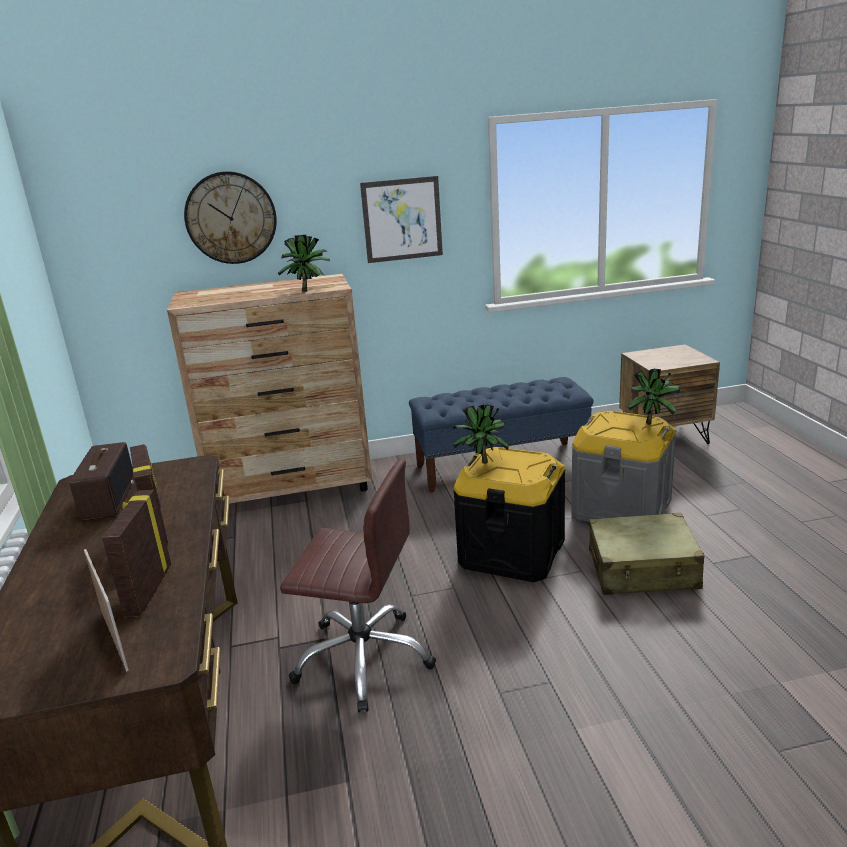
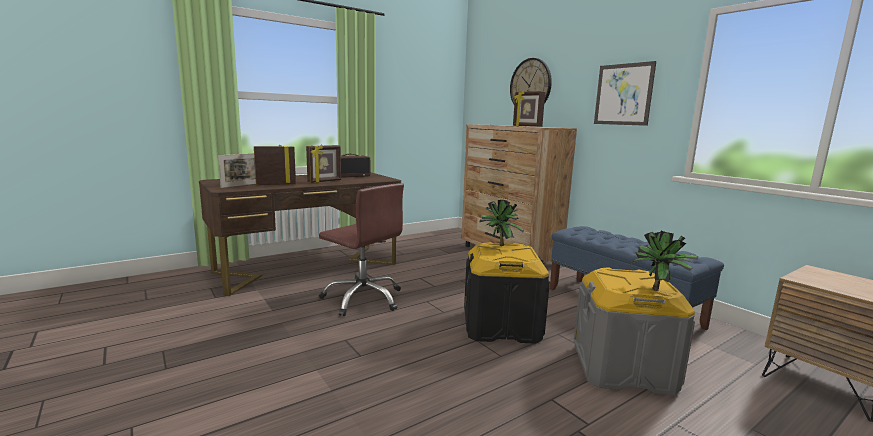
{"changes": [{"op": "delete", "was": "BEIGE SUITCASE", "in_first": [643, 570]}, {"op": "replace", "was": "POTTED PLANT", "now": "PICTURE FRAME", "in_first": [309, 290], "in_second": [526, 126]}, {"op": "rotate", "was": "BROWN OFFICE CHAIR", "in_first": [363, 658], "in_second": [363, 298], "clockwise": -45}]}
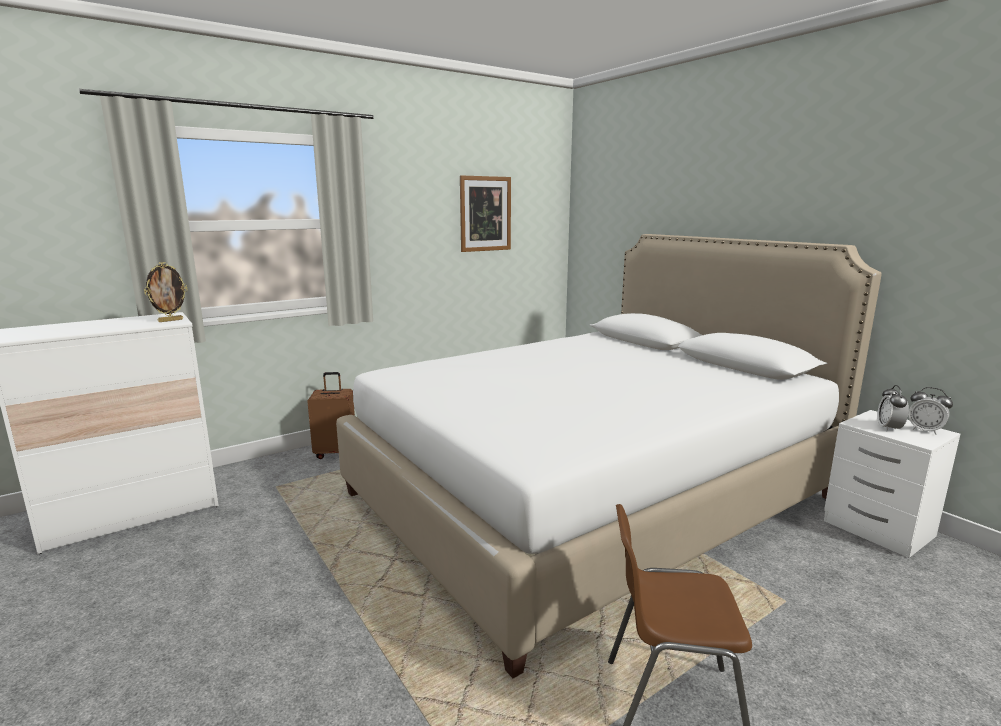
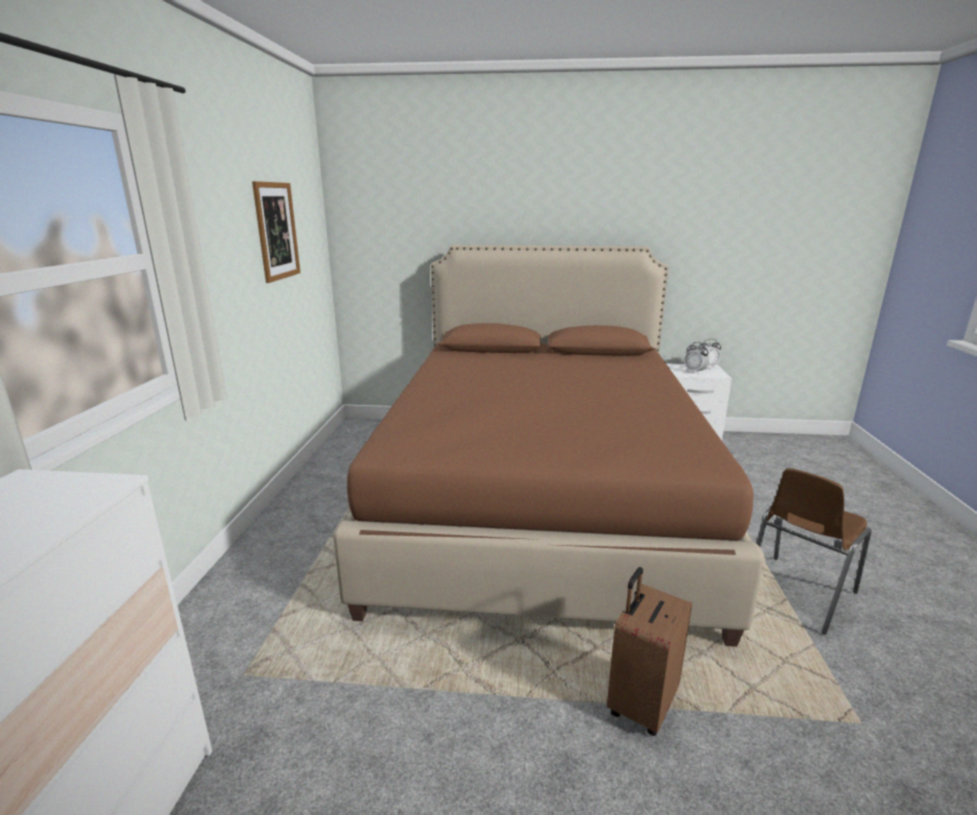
{"changes": [{"op": "delete", "was": "PICTURE FRAME", "in_first": [170, 320]}, {"op": "move", "was": "BROWN SUITCASE", "in_first": [336, 453], "in_second": [640, 703]}, {"op": "recolor", "was": "WHITE BED", "now": "BROWN BED", "in_first": [589, 496], "in_second": [540, 499]}]}
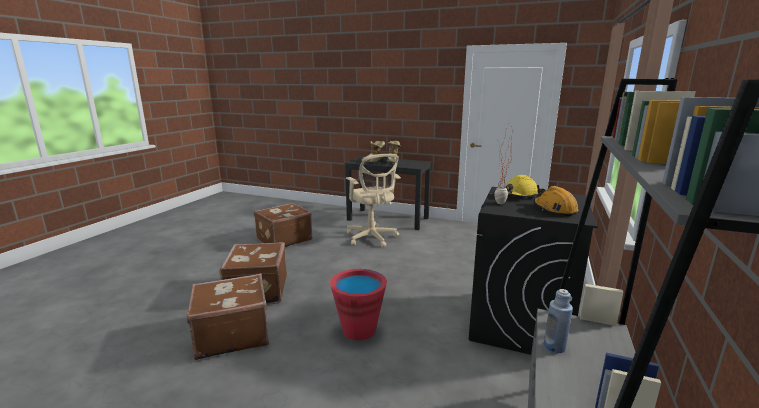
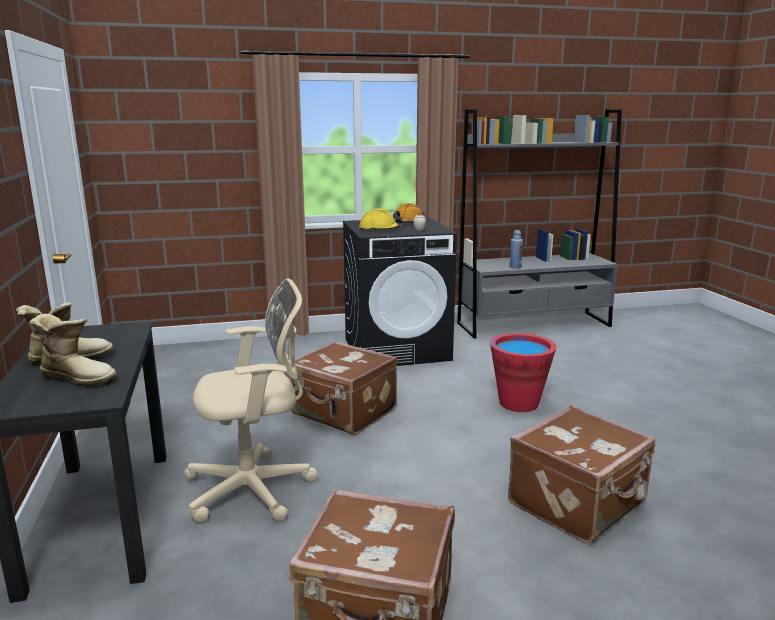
{"changes": [{"op": "move", "was": "BROWN SUITCASE", "in_first": [232, 334], "in_second": [343, 413]}, {"op": "rotate", "was": "BEIGE OFFICE CHAIR", "in_first": [372, 238], "in_second": [255, 489], "clockwise": 45}]}
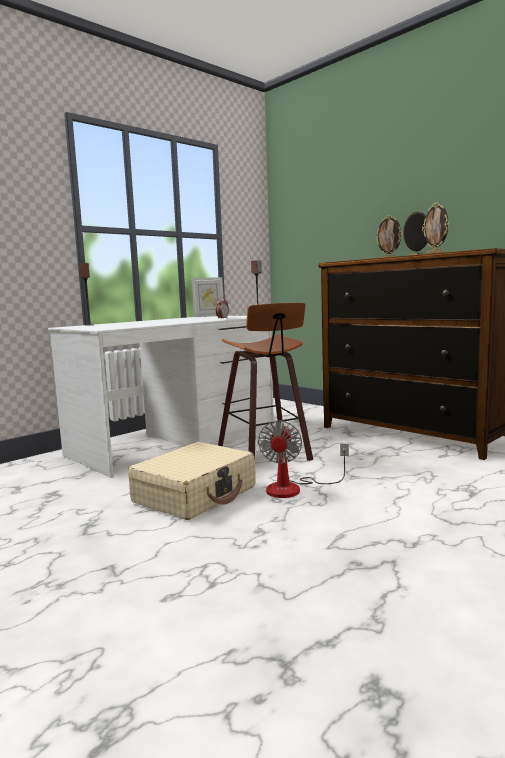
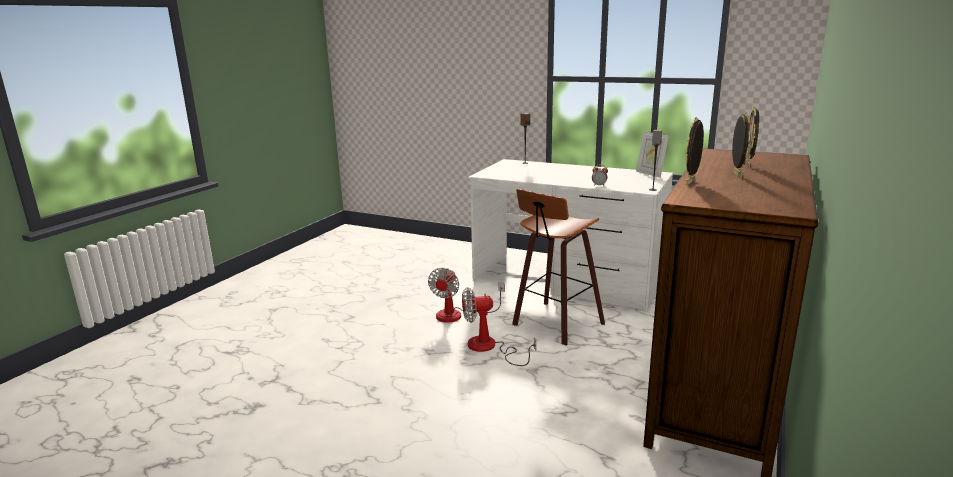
{"changes": [{"op": "replace", "was": "BEIGE SUITCASE", "now": "FAN", "in_first": [195, 494], "in_second": [458, 314]}]}
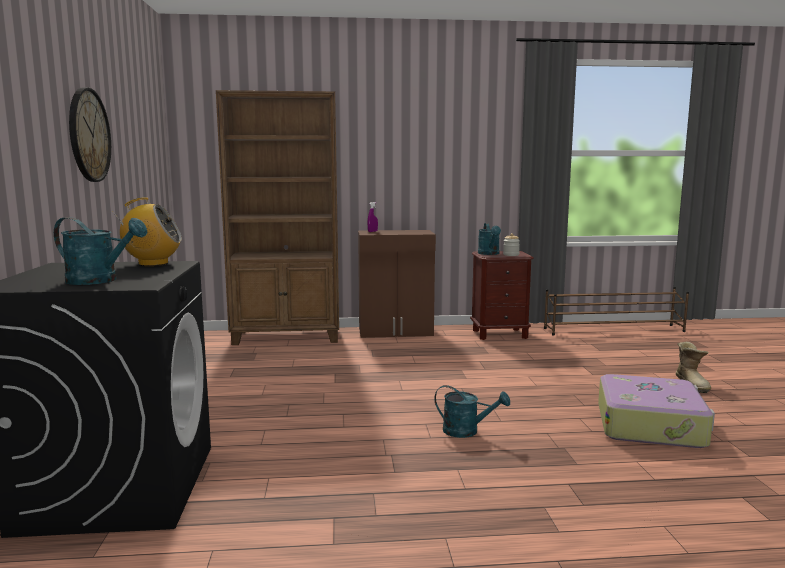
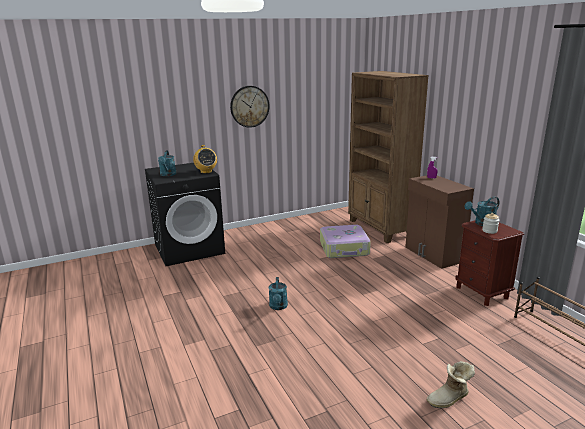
{"changes": [{"op": "move", "was": "SUITCASE", "in_first": [651, 425], "in_second": [344, 248]}]}
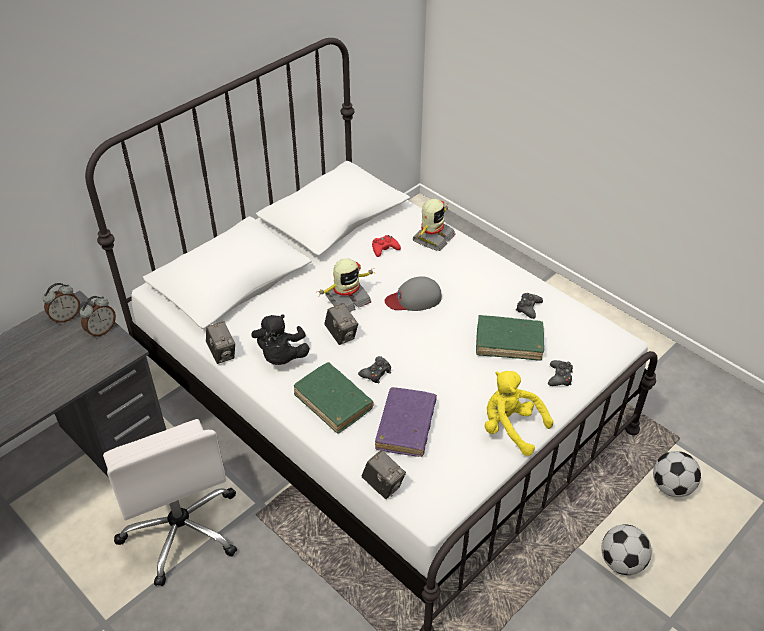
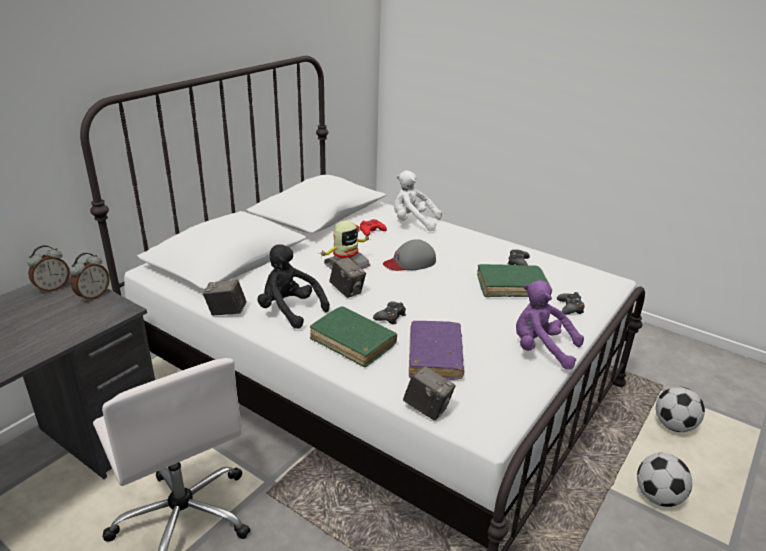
{"changes": [{"op": "replace", "was": "TOY ROBOT", "now": "WHITE PLUSH TOY", "in_first": [432, 238], "in_second": [413, 222]}, {"op": "recolor", "was": "YELLOW PLUSH TOY", "now": "PURPLE PLUSH TOY", "in_first": [510, 428], "in_second": [541, 349]}, {"op": "rotate", "was": "PHOTO CAMERA", "in_first": [222, 353], "in_second": [226, 312], "clockwise": 135}, {"op": "rotate", "was": "BLACK PLUSH TOY", "in_first": [281, 356], "in_second": [289, 310], "clockwise": 135}]}
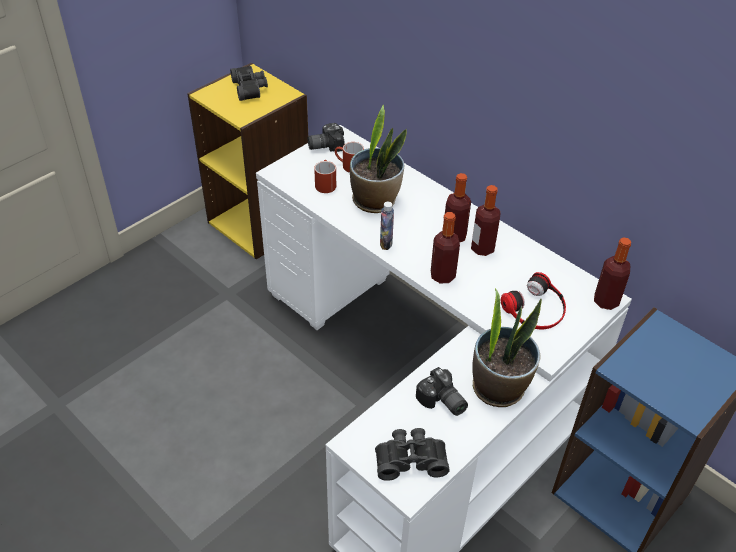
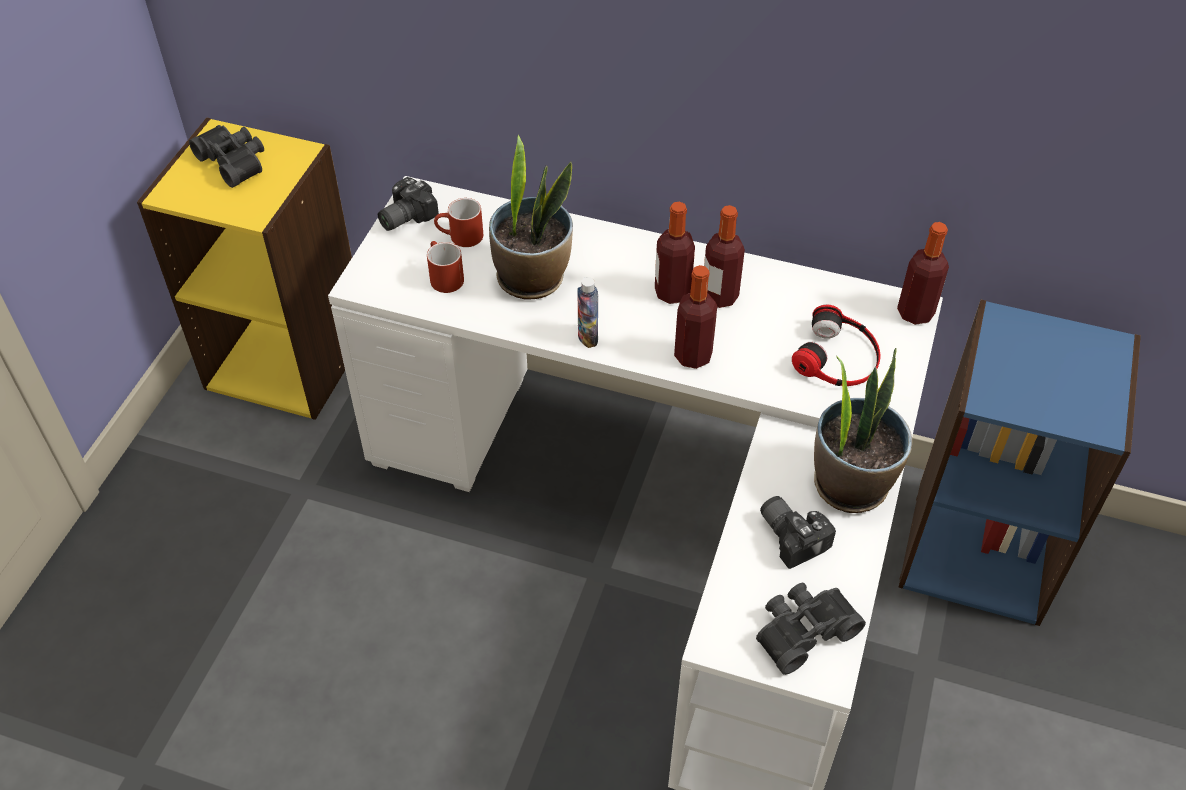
{"changes": [{"op": "rotate", "was": "PHOTO CAMERA", "in_first": [441, 402], "in_second": [793, 535], "clockwise": -150}]}
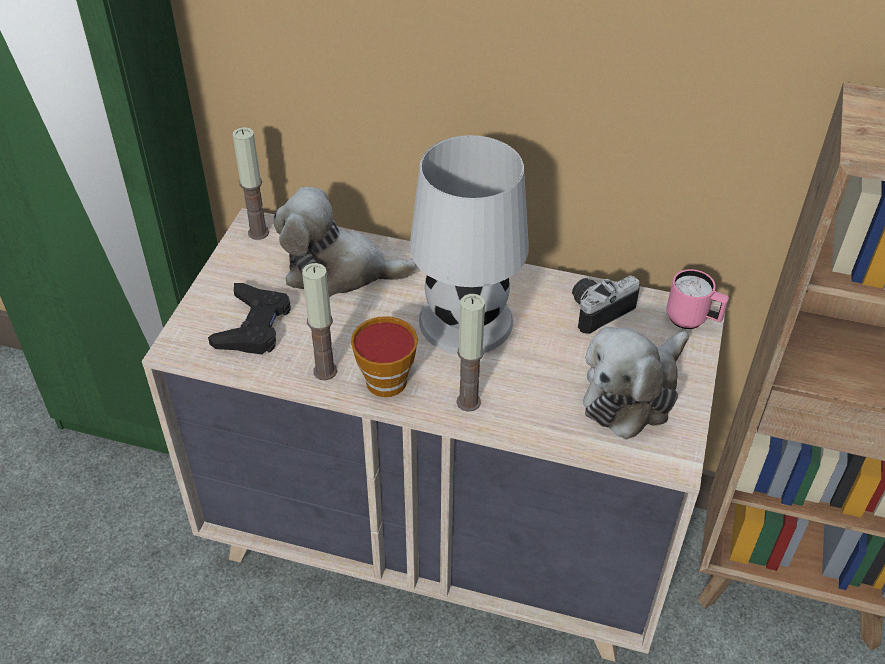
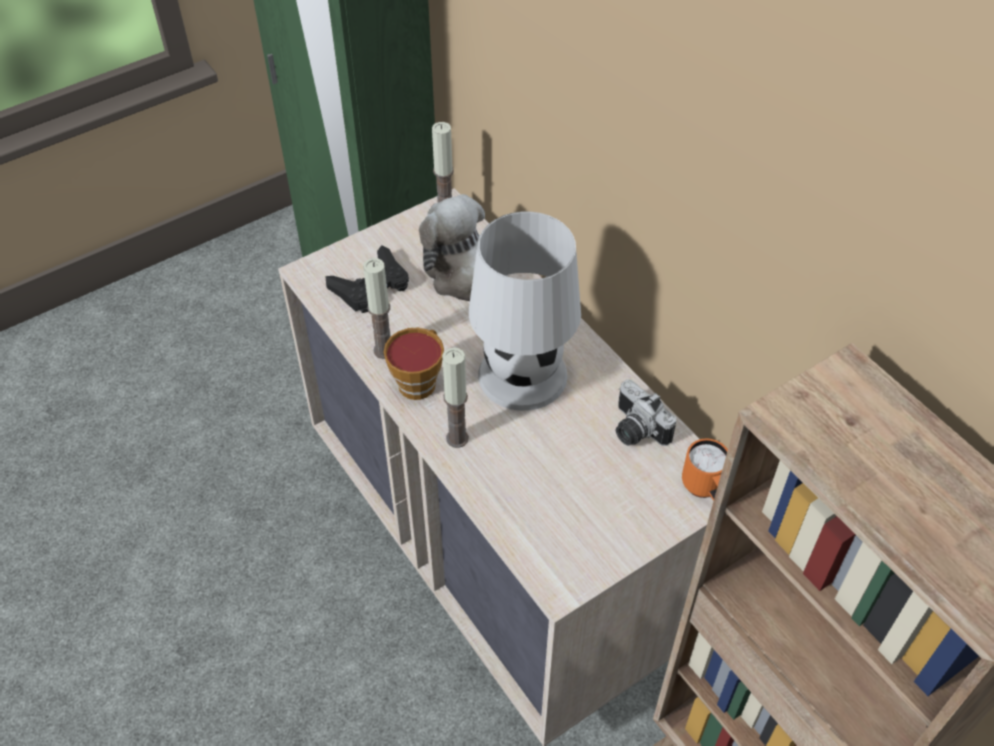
{"changes": [{"op": "delete", "was": "PLUSH TOY", "in_first": [632, 393]}, {"op": "recolor", "was": "PINK MUG", "now": "ORANGE MUG", "in_first": [692, 320], "in_second": [705, 490]}, {"op": "rotate", "was": "PHOTO CAMERA", "in_first": [597, 309], "in_second": [635, 430], "clockwise": -135}]}
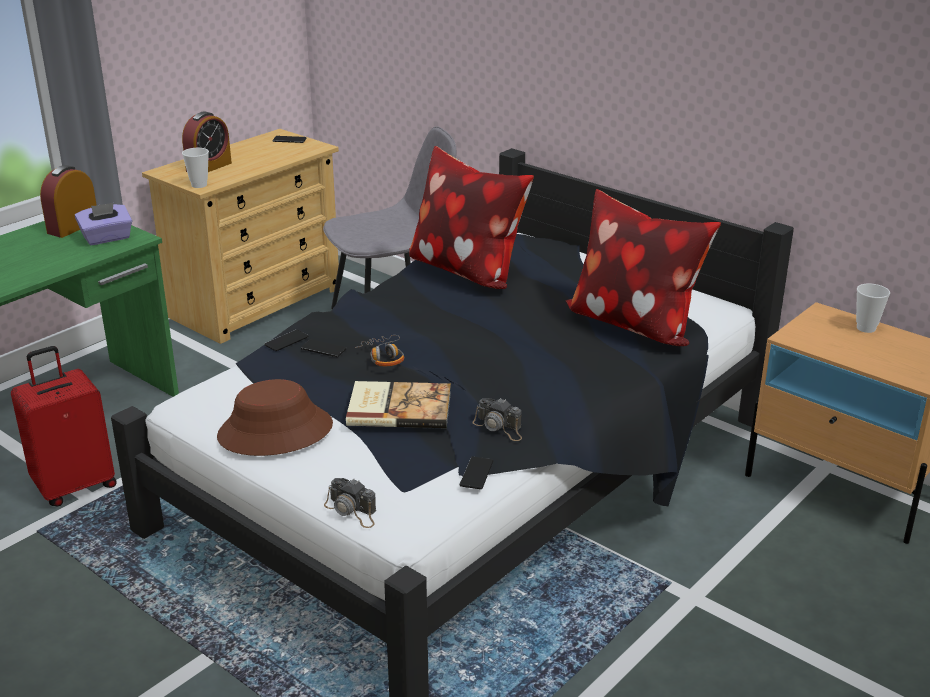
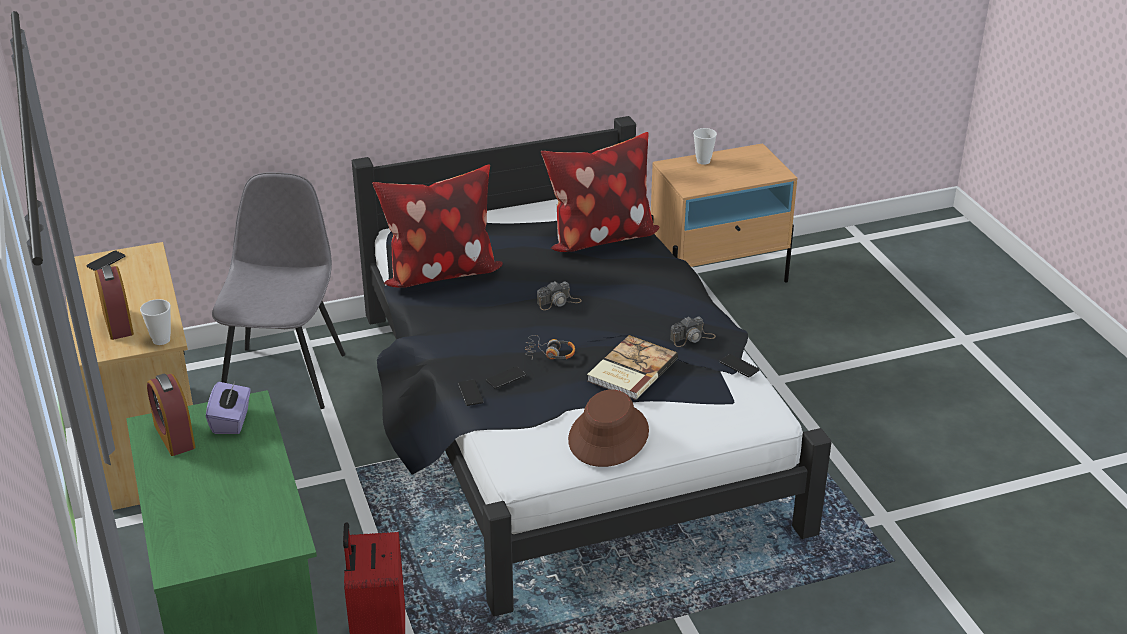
{"changes": [{"op": "move", "was": "PHOTO CAMERA", "in_first": [352, 511], "in_second": [559, 302]}]}
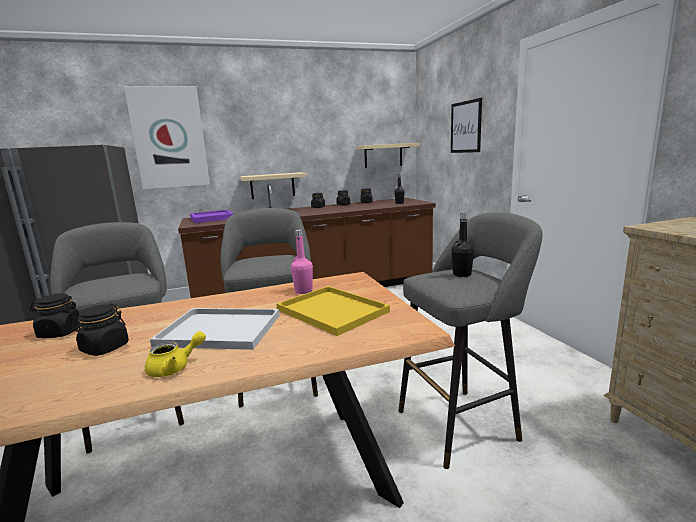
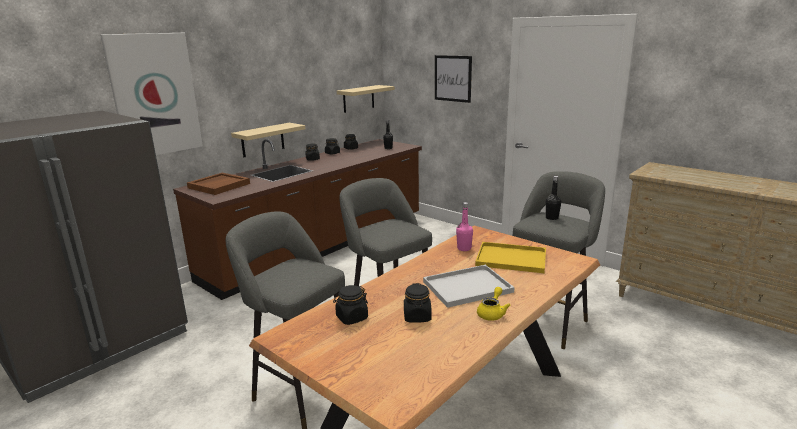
{"changes": [{"op": "recolor", "was": "PURPLE TRAY", "now": "BROWN TRAY", "in_first": [212, 218], "in_second": [219, 185]}]}
